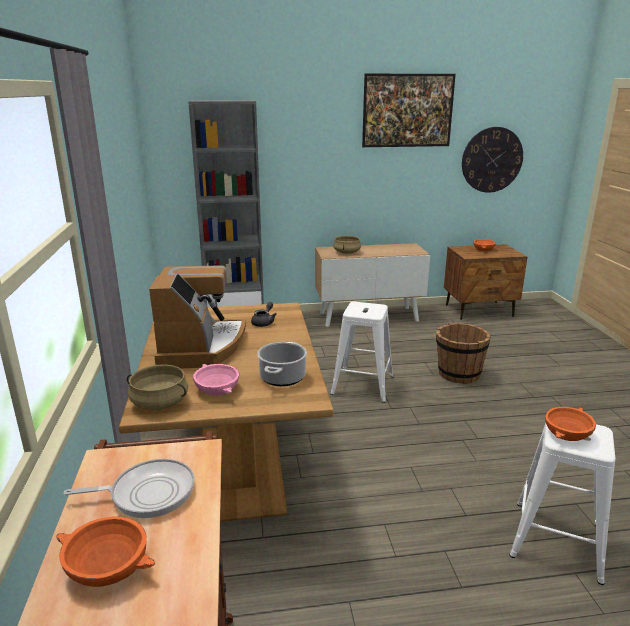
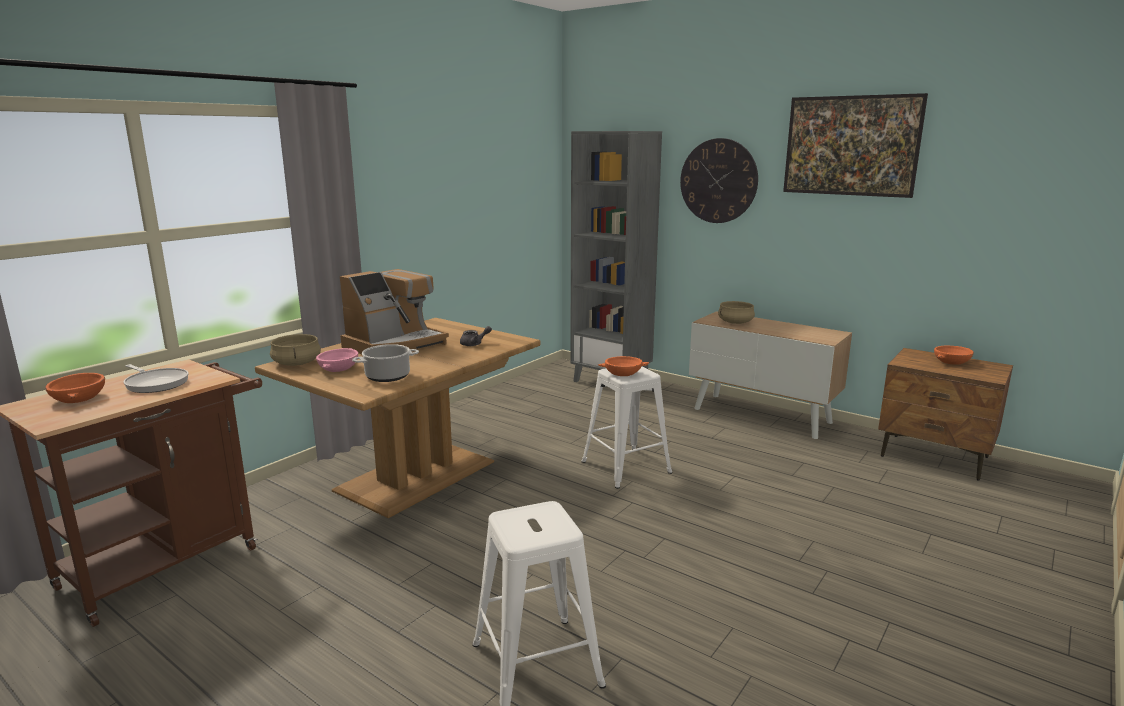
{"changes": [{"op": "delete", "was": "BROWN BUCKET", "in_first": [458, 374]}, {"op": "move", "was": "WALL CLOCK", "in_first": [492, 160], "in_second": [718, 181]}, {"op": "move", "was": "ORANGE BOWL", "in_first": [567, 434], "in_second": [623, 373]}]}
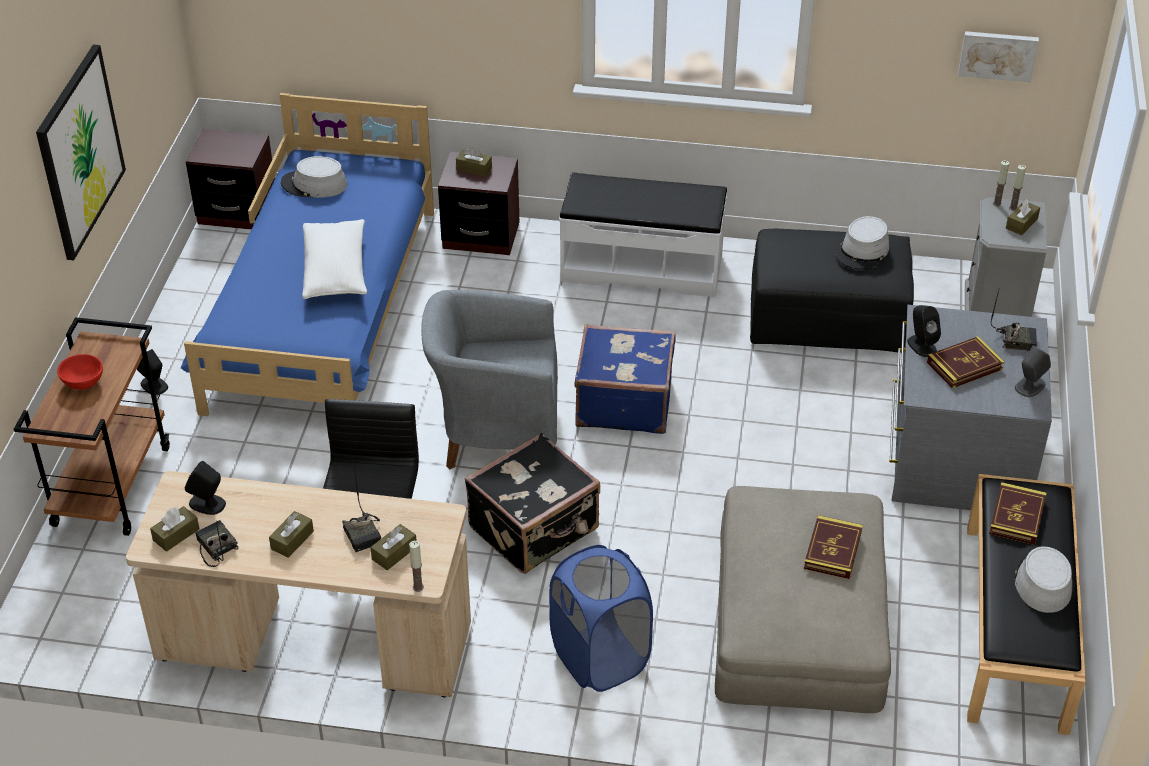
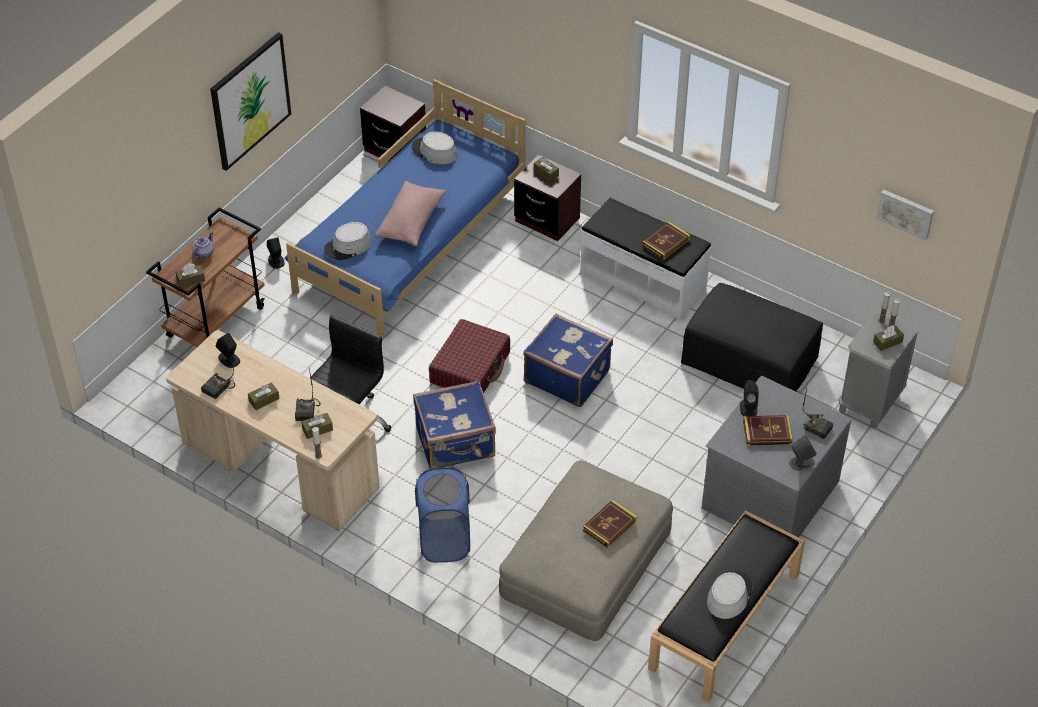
{"changes": [{"op": "move", "was": "BROWN TISSUE BOX", "in_first": [176, 535], "in_second": [191, 280]}, {"op": "move", "was": "GREY HAT", "in_first": [863, 251], "in_second": [348, 246]}, {"op": "move", "was": "BOOK", "in_first": [1017, 516], "in_second": [665, 243]}, {"op": "replace", "was": "RED BOWL", "now": "TEAPOT", "in_first": [83, 382], "in_second": [204, 253]}, {"op": "replace", "was": "GREY ARMCHAIR", "now": "RED SUITCASE", "in_first": [495, 432], "in_second": [470, 367]}, {"op": "recolor", "was": "WHITE PILLOW", "now": "PINK PILLOW", "in_first": [335, 272], "in_second": [411, 222]}, {"op": "recolor", "was": "BLACK SUITCASE", "now": "BLUE SUITCASE", "in_first": [535, 529], "in_second": [456, 443]}, {"op": "rotate", "was": "RADIO", "in_first": [215, 547], "in_second": [218, 388], "clockwise": -135}]}
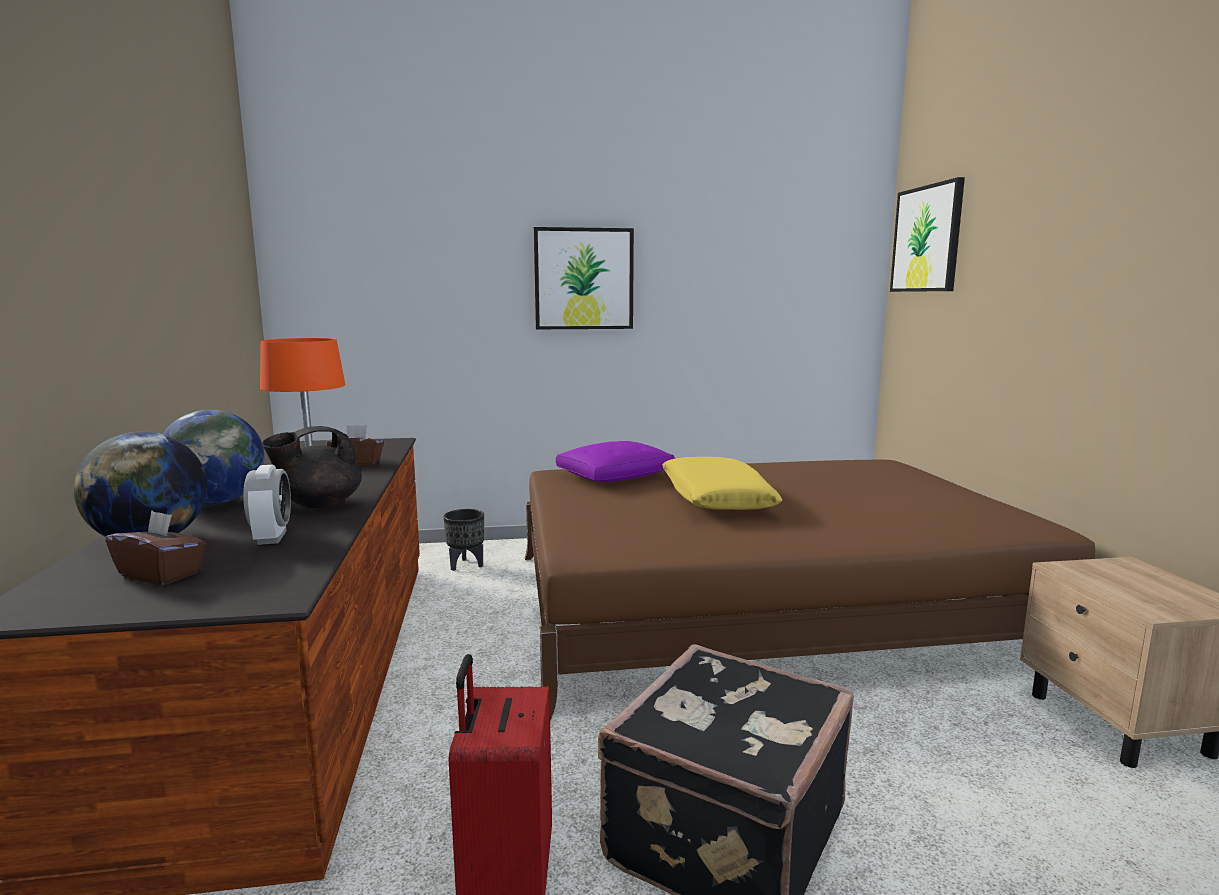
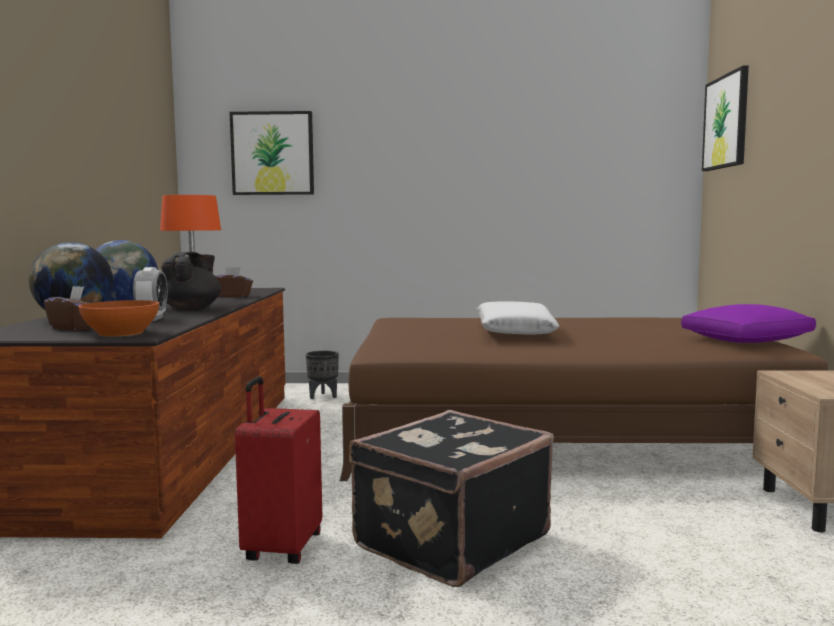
{"changes": [{"op": "insert", "now": "ORANGE BOWL", "in_second": [122, 333]}, {"op": "move", "was": "PICTURE", "in_first": [583, 279], "in_second": [272, 153]}, {"op": "move", "was": "PURPLE PILLOW", "in_first": [614, 477], "in_second": [745, 340]}, {"op": "recolor", "was": "YELLOW PILLOW", "now": "WHITE PILLOW", "in_first": [716, 498], "in_second": [514, 331]}, {"op": "rotate", "was": "BLACK TEAPOT", "in_first": [319, 504], "in_second": [192, 309], "clockwise": 135}]}
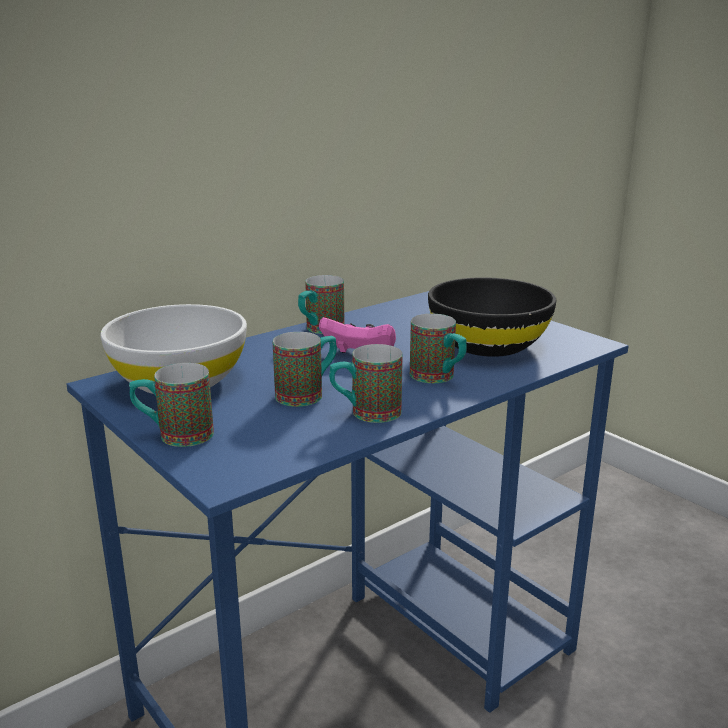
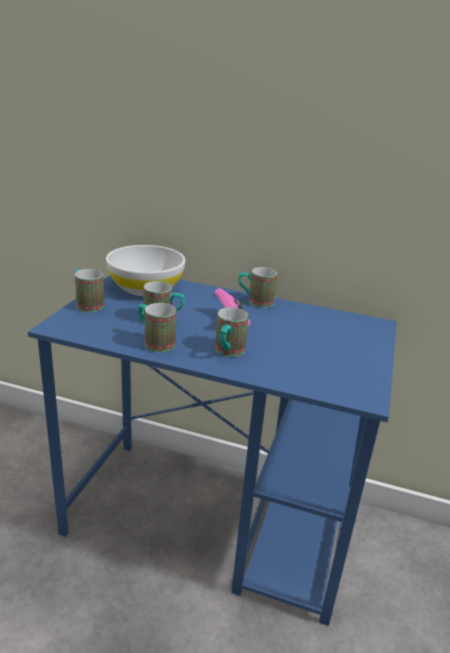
{"changes": [{"op": "delete", "was": "BLACK BOWL", "in_first": [488, 345]}]}
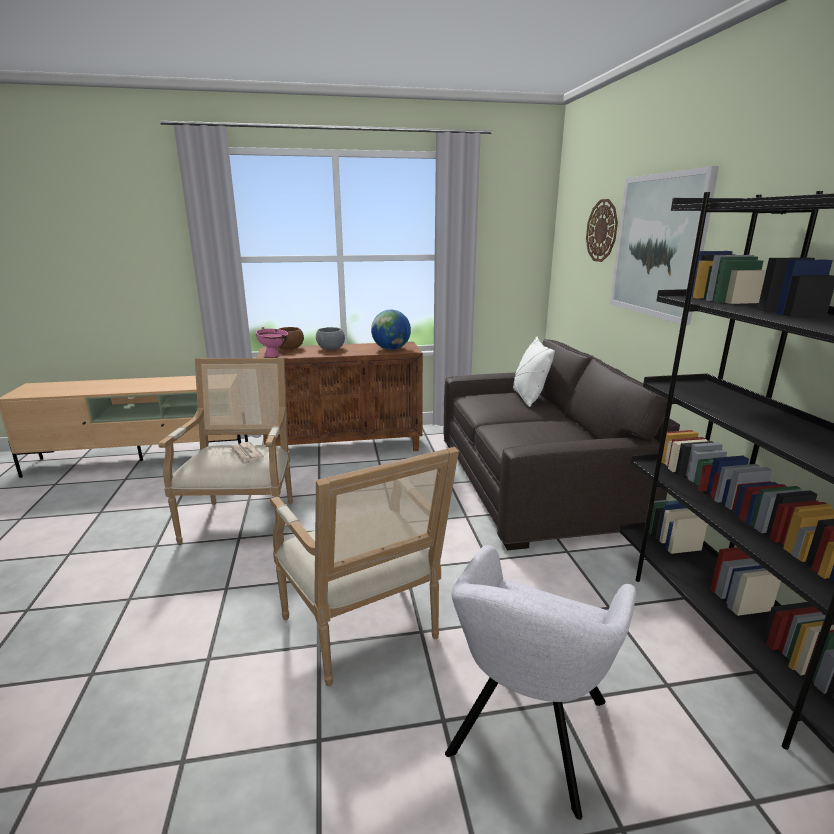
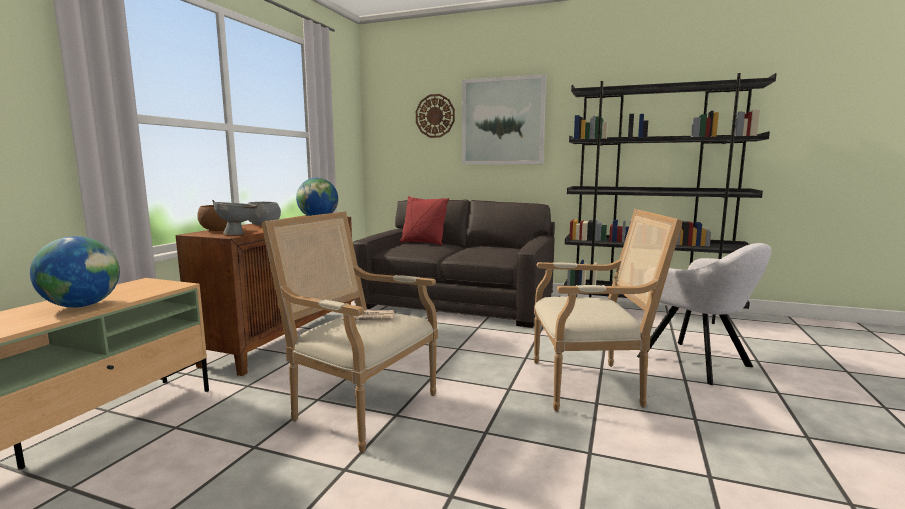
{"changes": [{"op": "insert", "now": "GLOBE", "in_second": [82, 306]}, {"op": "recolor", "was": "PINK BOWL", "now": "GREY BOWL", "in_first": [274, 356], "in_second": [238, 234]}, {"op": "recolor", "was": "WHITE PILLOW", "now": "RED PILLOW", "in_first": [528, 398], "in_second": [423, 243]}]}
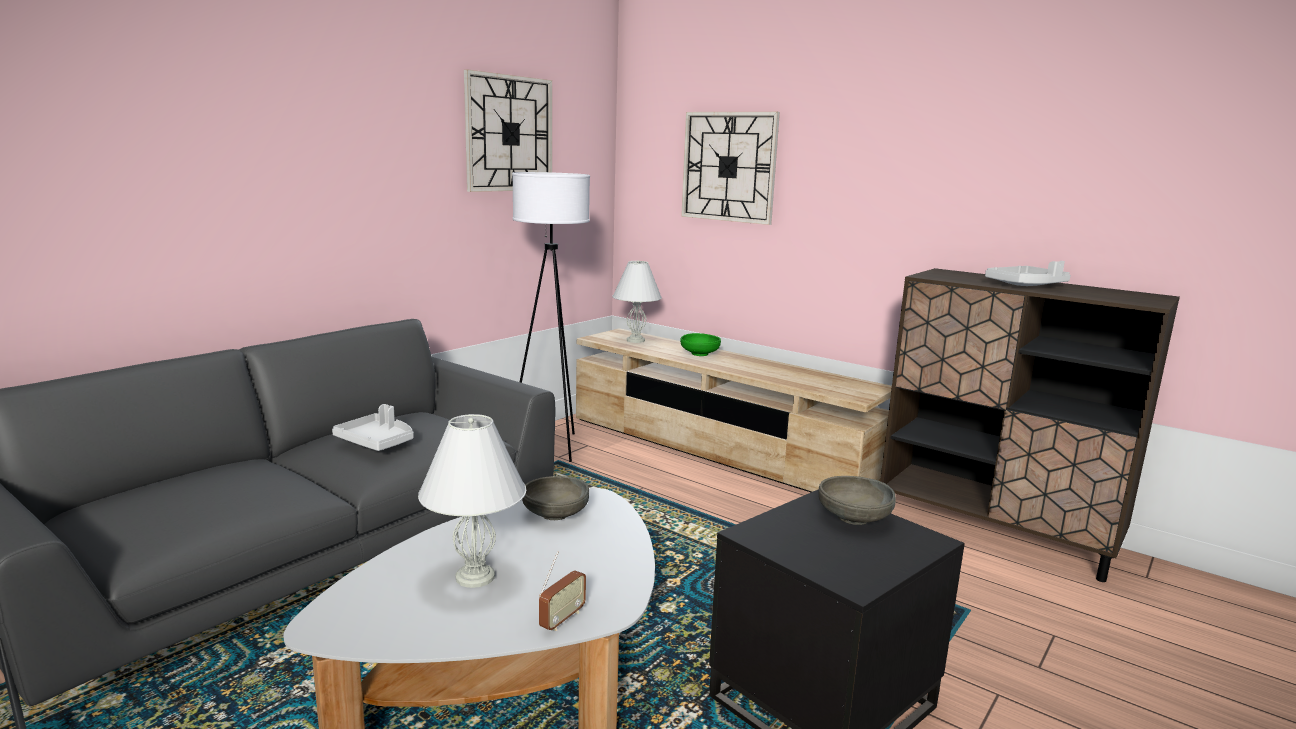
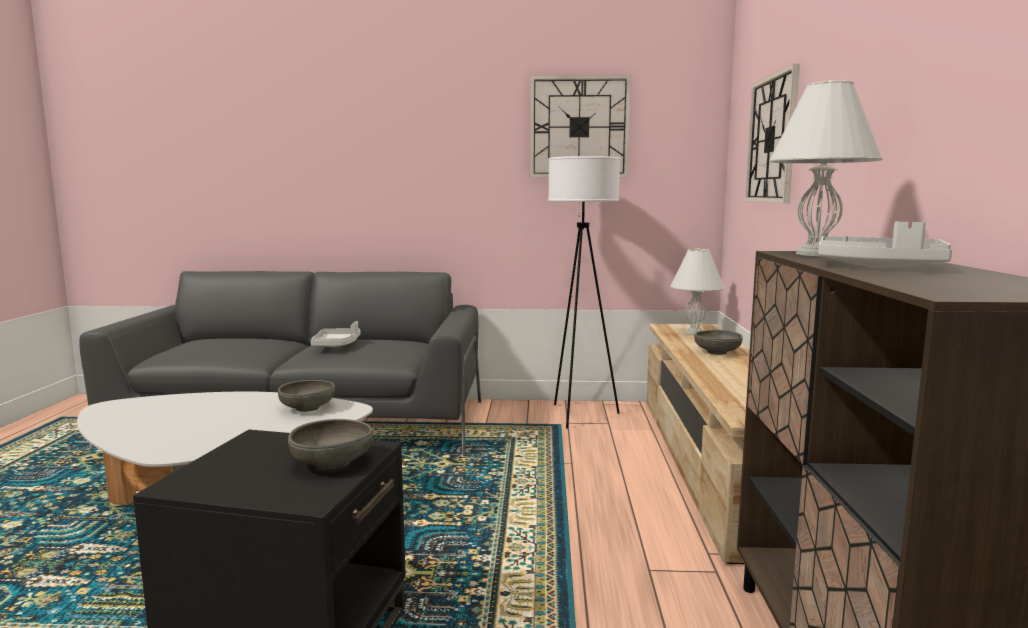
{"changes": [{"op": "delete", "was": "RADIO", "in_first": [562, 619]}, {"op": "move", "was": "WHITE TABLE LAMP", "in_first": [474, 576], "in_second": [816, 254]}, {"op": "recolor", "was": "GREEN BOWL", "now": "GREY BOWL", "in_first": [700, 354], "in_second": [717, 352]}]}
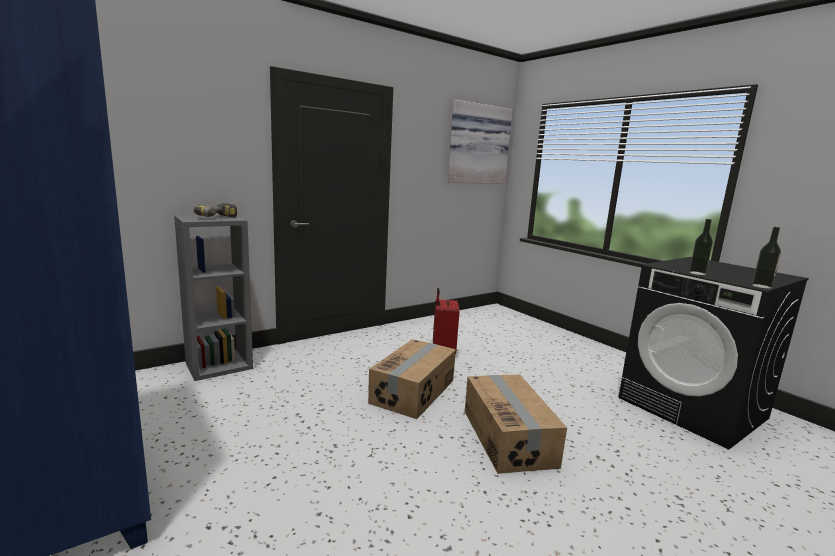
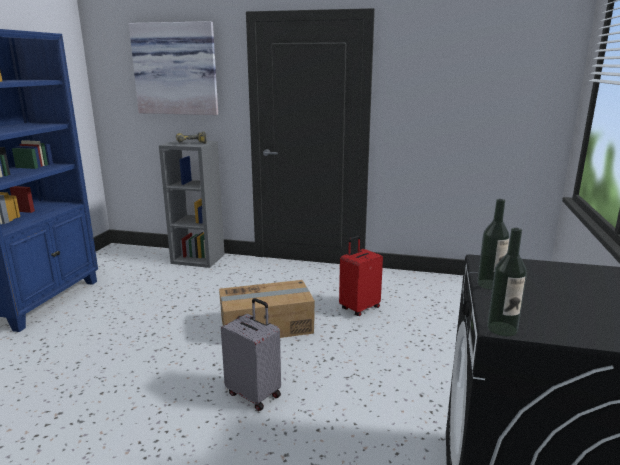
{"changes": [{"op": "move", "was": "PICTURE", "in_first": [477, 144], "in_second": [176, 69]}, {"op": "replace", "was": "CARDBOARD BOX", "now": "GREY SUITCASE", "in_first": [508, 437], "in_second": [254, 394]}]}
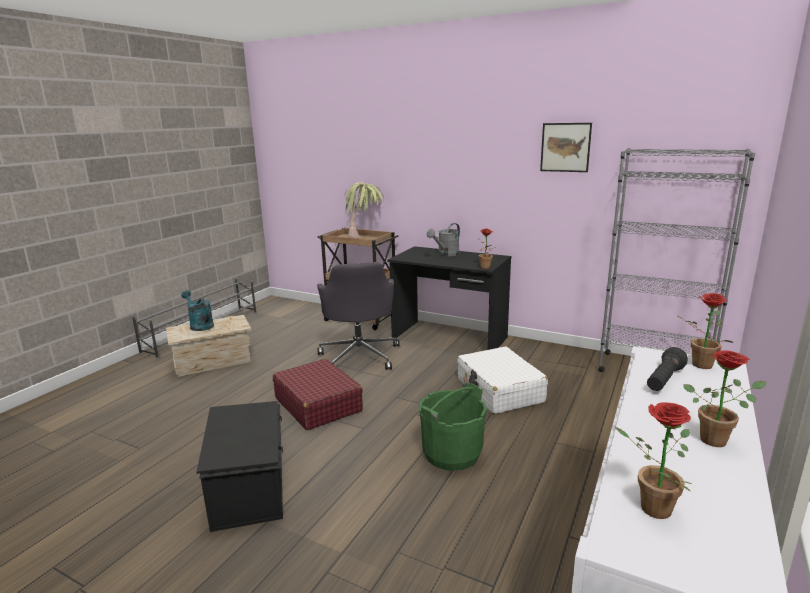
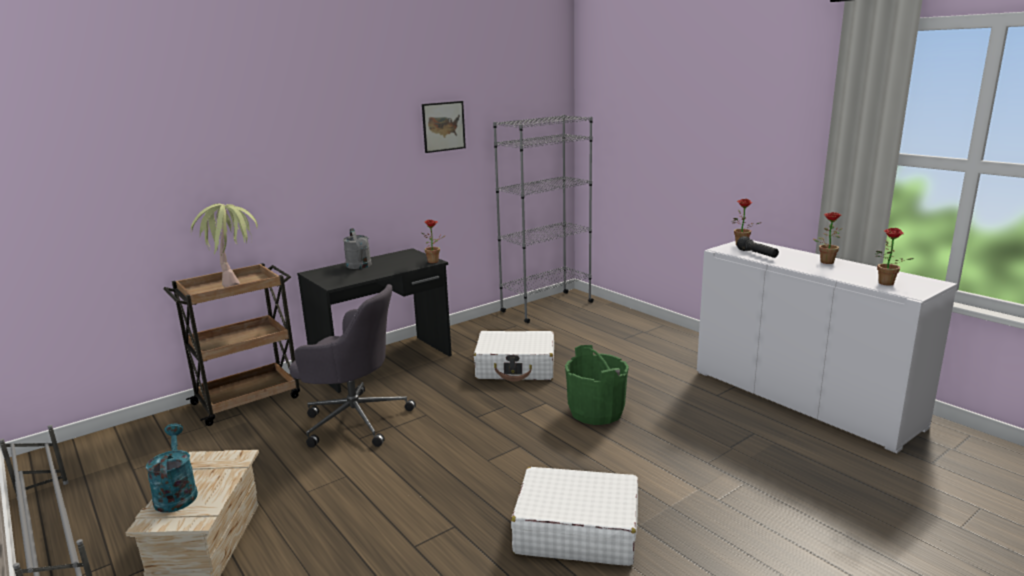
{"changes": [{"op": "delete", "was": "RED SUITCASE", "in_first": [318, 404]}, {"op": "replace", "was": "BLACK STORAGE BOX", "now": "WHITE SUITCASE", "in_first": [251, 487], "in_second": [576, 530]}, {"op": "rotate", "was": "TURQUOISE WATERING CAN", "in_first": [199, 325], "in_second": [176, 494], "clockwise": 90}]}
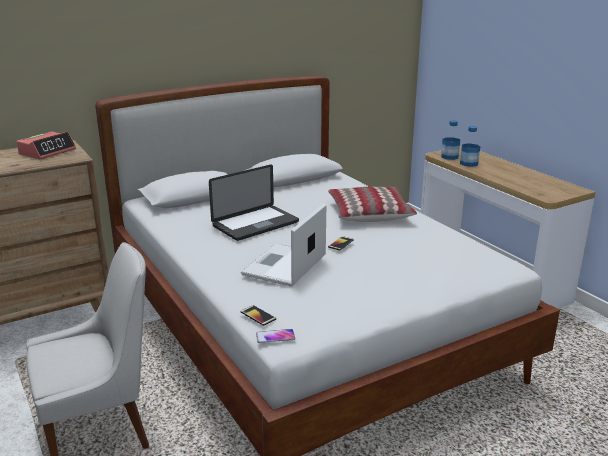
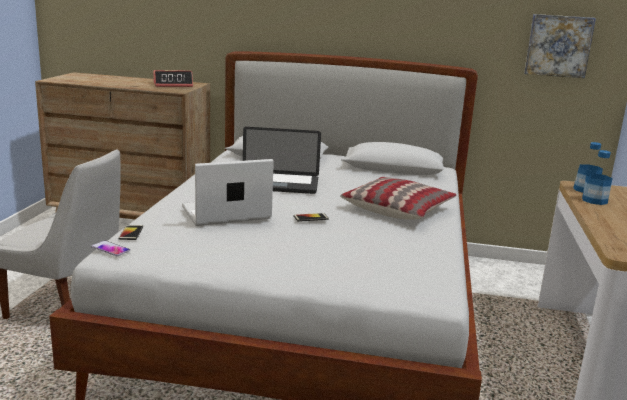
{"changes": [{"op": "insert", "now": "PICTURE", "in_second": [558, 46]}]}
